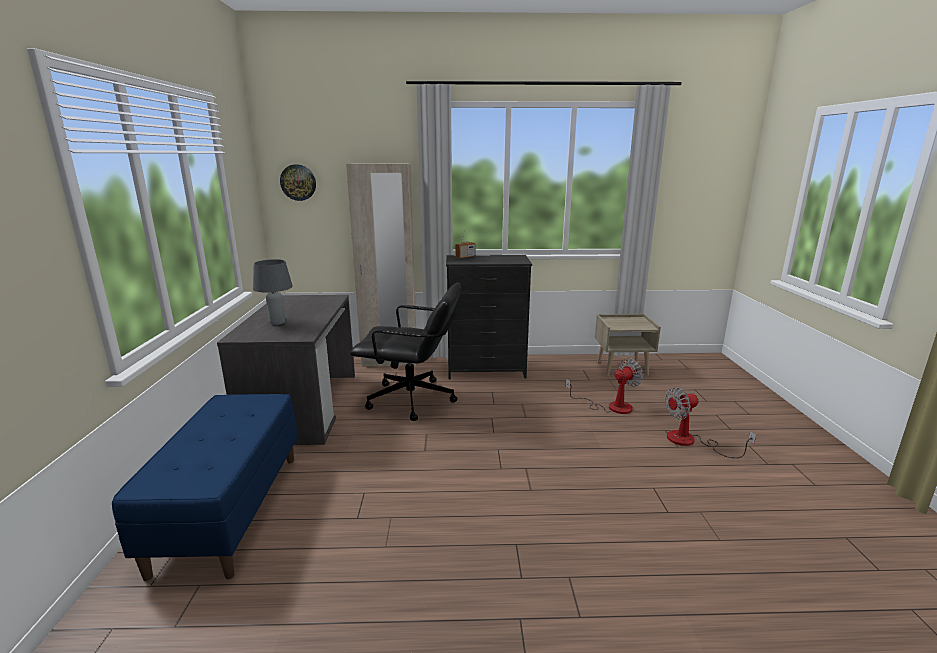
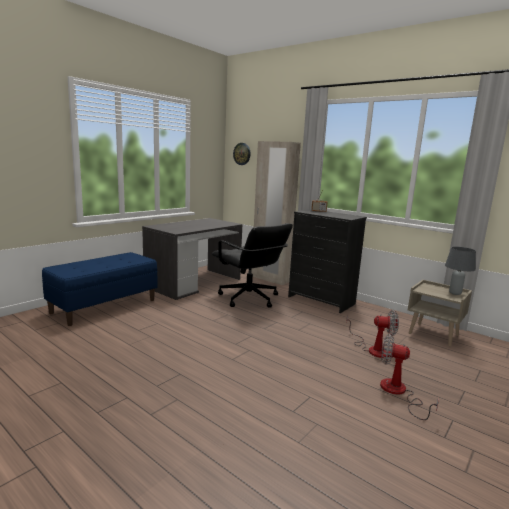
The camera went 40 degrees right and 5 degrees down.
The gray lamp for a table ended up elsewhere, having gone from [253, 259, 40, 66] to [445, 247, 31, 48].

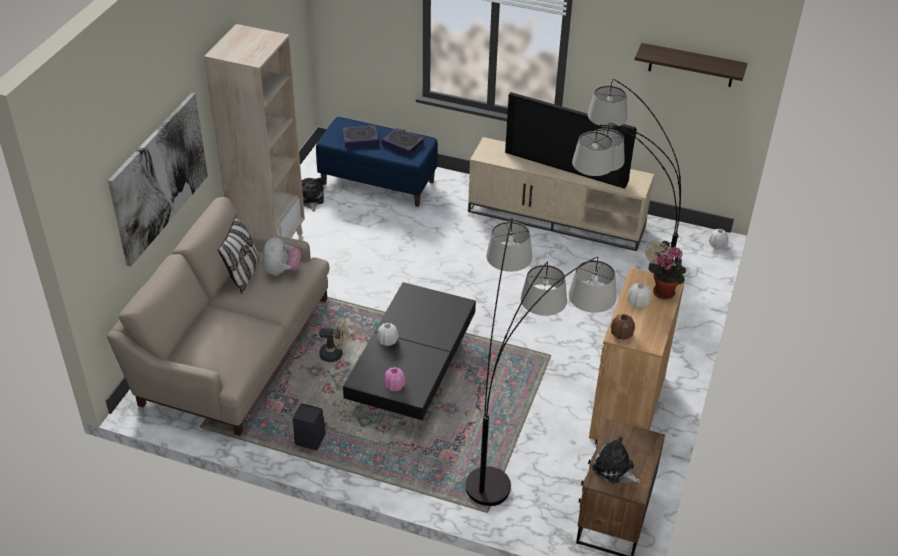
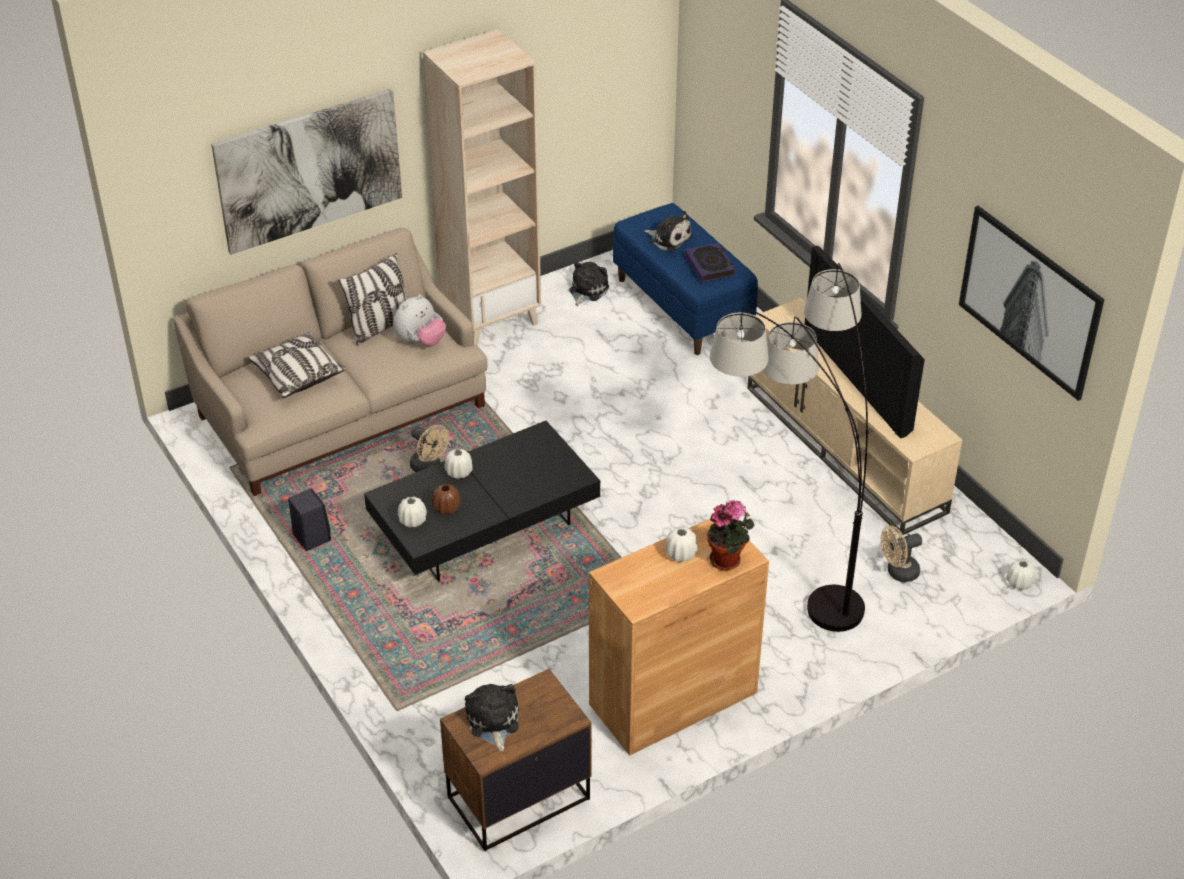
The camera went 40 degrees right and 0 degrees up.
Where the bracket shelf hung at [634, 43, 113, 44], the picture came to hang at [959, 206, 146, 195].
Where the volume stood at [342, 125, 37, 22], the plush toy came to stand at [644, 211, 48, 41].
The second view lost the standing lamp at [466, 218, 150, 288].
The brownish flower vase ended up elsewhere, having gone from [611, 314, 24, 26] to [432, 484, 28, 31].
What was the pinkish flower vase at [383, 367, 22, 24] turned into the whitish flower vase at [398, 497, 29, 31].
The second view gained the pillow at [247, 332, 100, 66].

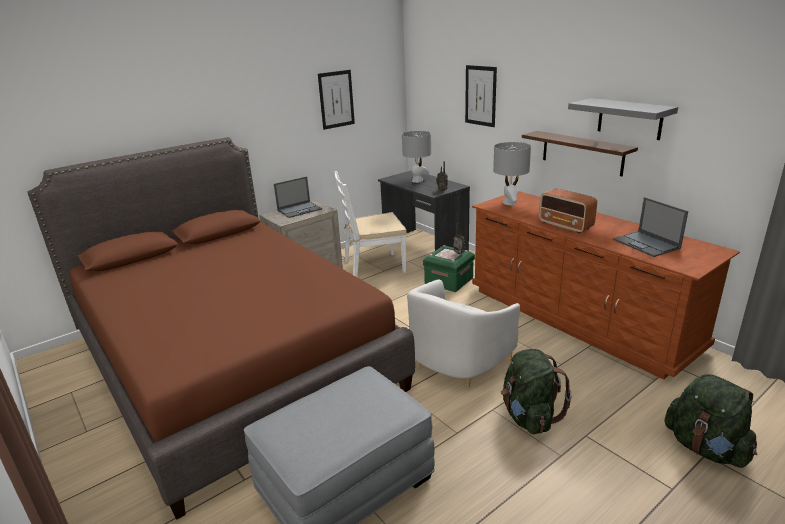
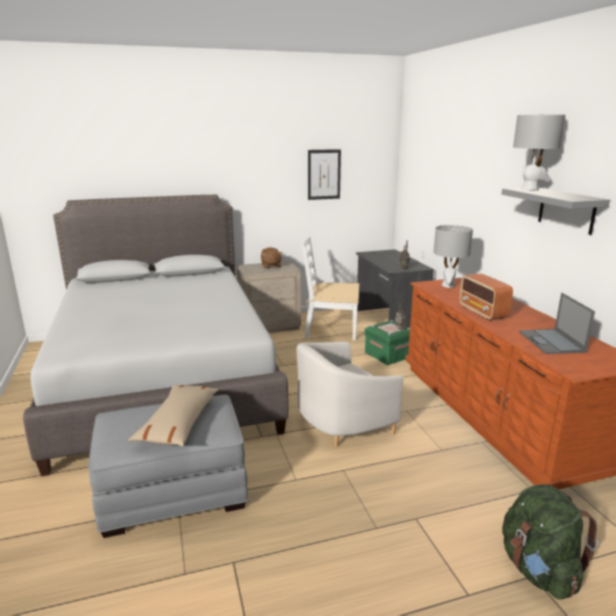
The camera went 20 degrees right and 5 degrees down.
The second view lost the picture at [465, 65, 32, 62].
The gray lamp for a table ended up elsewhere, having gone from [402, 131, 29, 52] to [513, 114, 52, 77].
The second view lost the brownish bracket shelf at [522, 131, 116, 45].
What was the brownish sleeping bed at [27, 137, 388, 383] turned into the gray sleeping bed at [23, 194, 265, 282].
Where the portable computer stood at [274, 177, 48, 41], the brownish plush toy came to stand at [261, 247, 22, 22].
The second view lost the green backpack at [501, 349, 71, 85].
The second view gained the sand-coloured pillow at [128, 384, 91, 62].

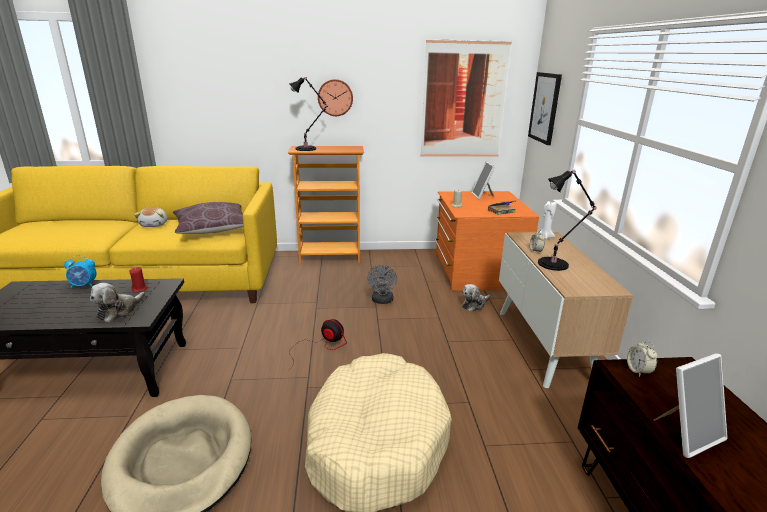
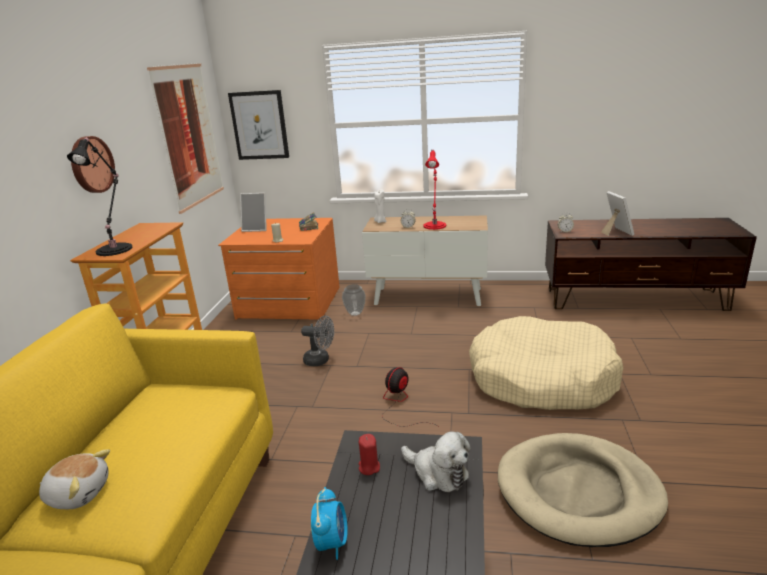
The camera went 75 degrees left and 0 degrees up.
What was the blackish lamp for a table at [538, 170, 59, 101] turned into the reddish lamp for a table at [423, 150, 23, 80].
The second view lost the brownish pillow at [173, 202, 70, 32].
Where the plush toy stood at [462, 284, 28, 28], the flower vase came to stand at [342, 284, 24, 32].

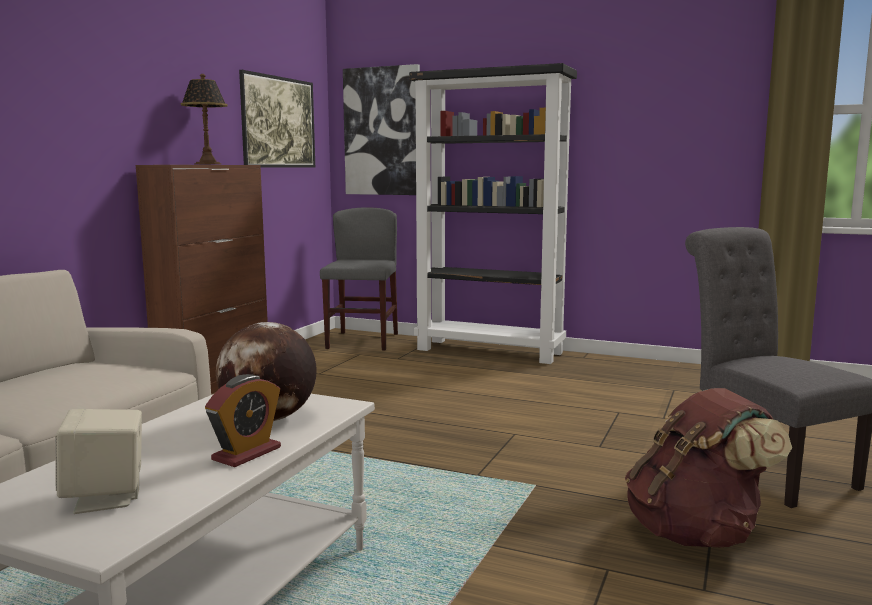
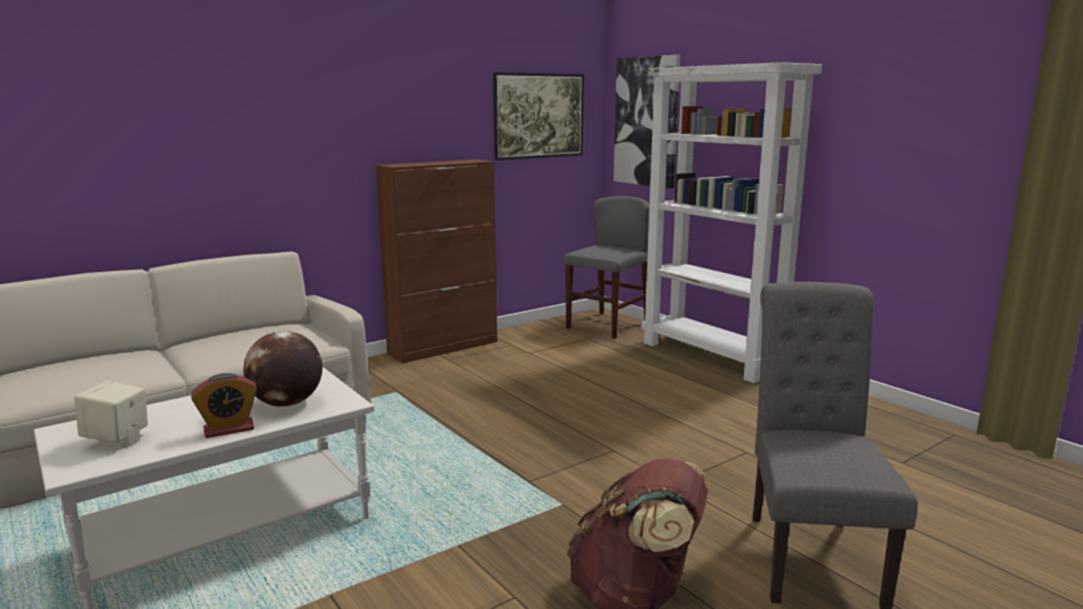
The camera went 30 degrees right and 5 degrees up.
What was the blackish bookcase at [409, 63, 168, 301] turned into the whitish bookcase at [641, 62, 181, 321].
The second view lost the lamp for a table at [181, 74, 46, 91].

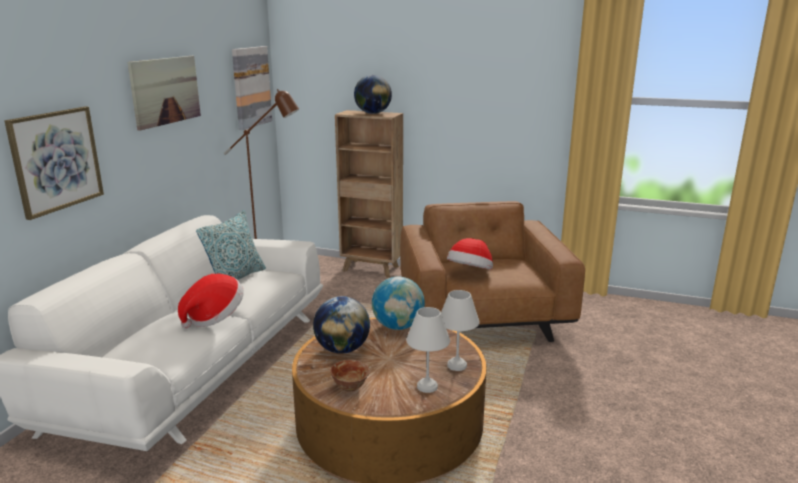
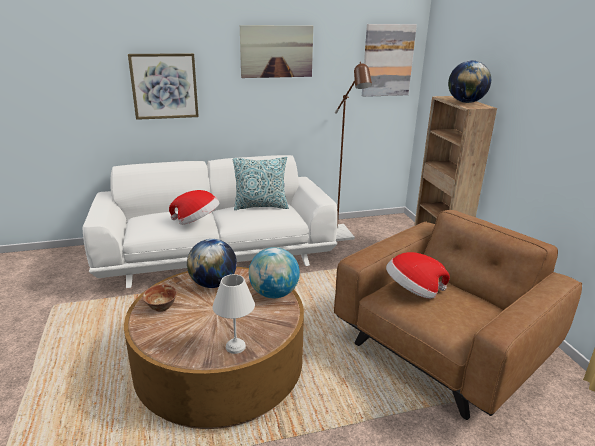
The camera went 55 degrees right and 5 degrees up.
The second view lost the whitish lamp for a table at [406, 307, 44, 86].

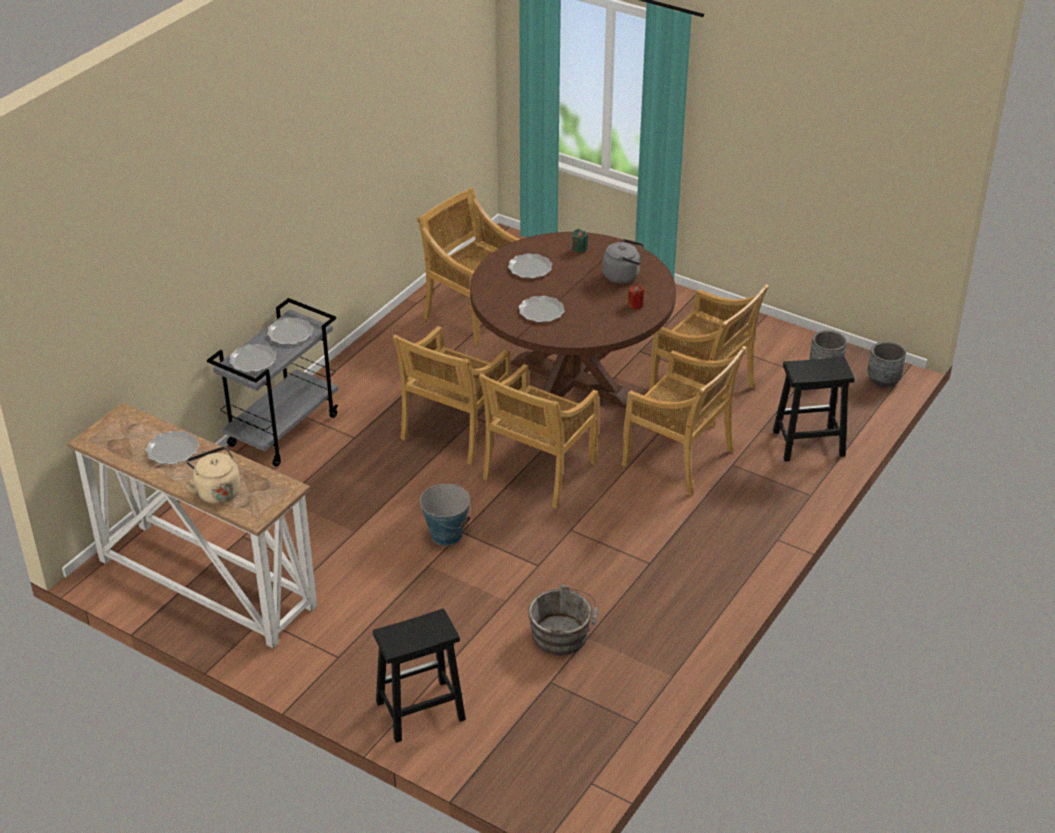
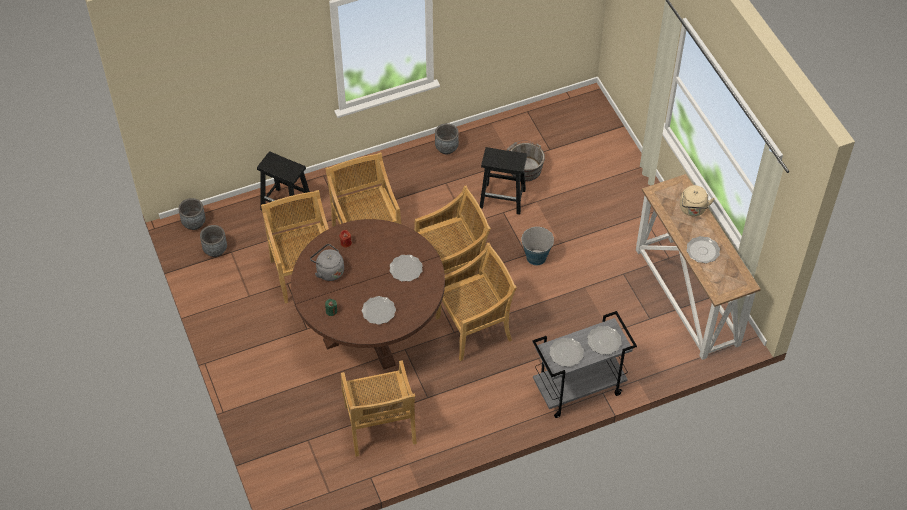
The camera went 145 degrees left and 15 degrees up.
The blackish stool seat ended up elsewhere, having gone from [373, 609, 93, 134] to [480, 147, 47, 68].
The second view gained the gray plant pot at [435, 123, 24, 31].

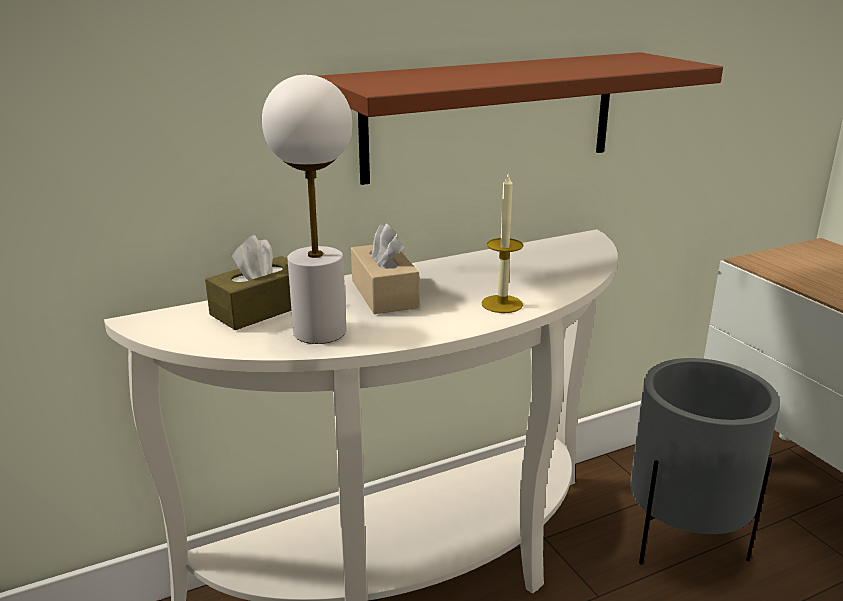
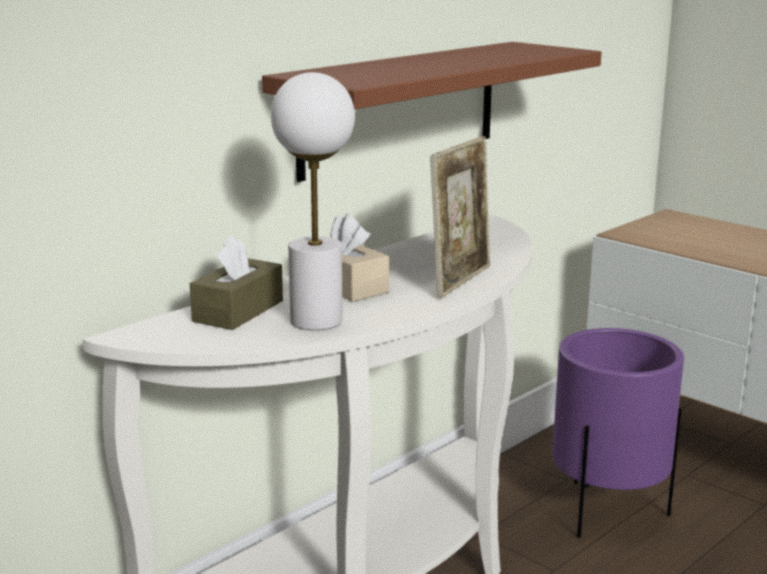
The camera went 20 degrees left and 5 degrees down.
Where the candle stood at [481, 172, 42, 141], the standing frame came to stand at [430, 136, 61, 162].
What was the gray plant pot at [630, 358, 150, 207] turned into the purplish plant pot at [552, 328, 132, 210].

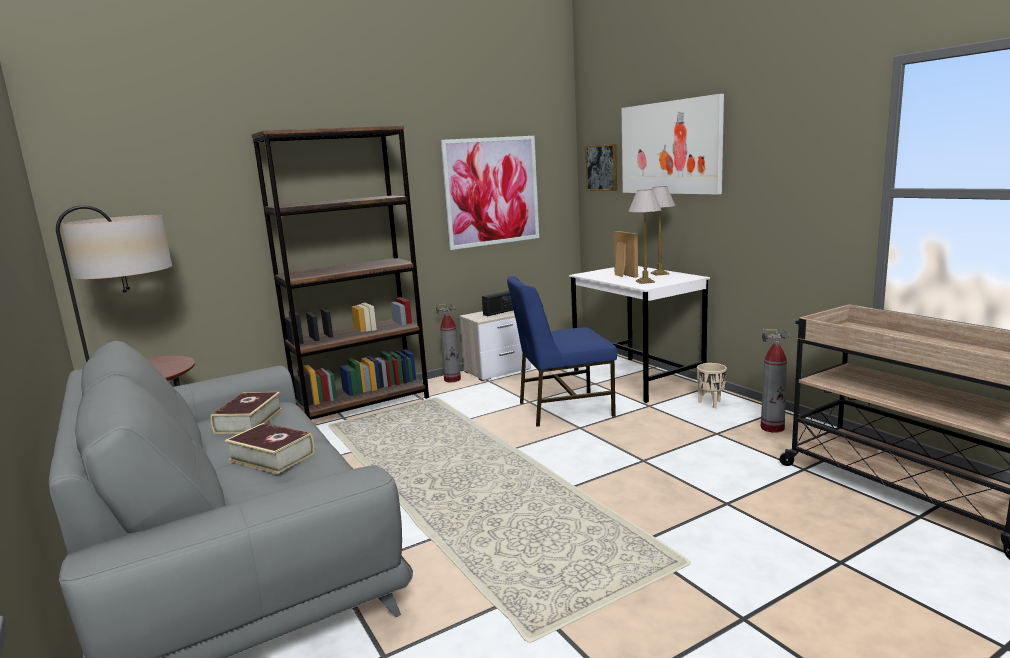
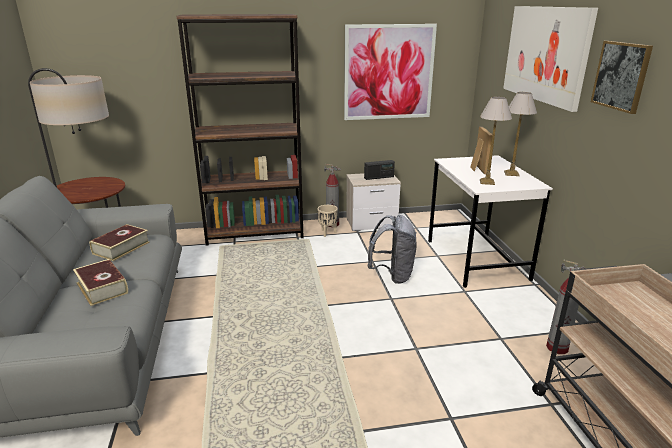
The camera went 20 degrees right and 10 degrees up.
The picture ended up elsewhere, having gone from [585, 144, 32, 47] to [591, 41, 62, 73].
Where the blue-coloured plain chair stood at [507, 276, 110, 151], the gray backpack came to stand at [367, 215, 50, 69].
The sand-coloured plant pot ended up elsewhere, having gone from [697, 363, 30, 45] to [318, 205, 20, 32].

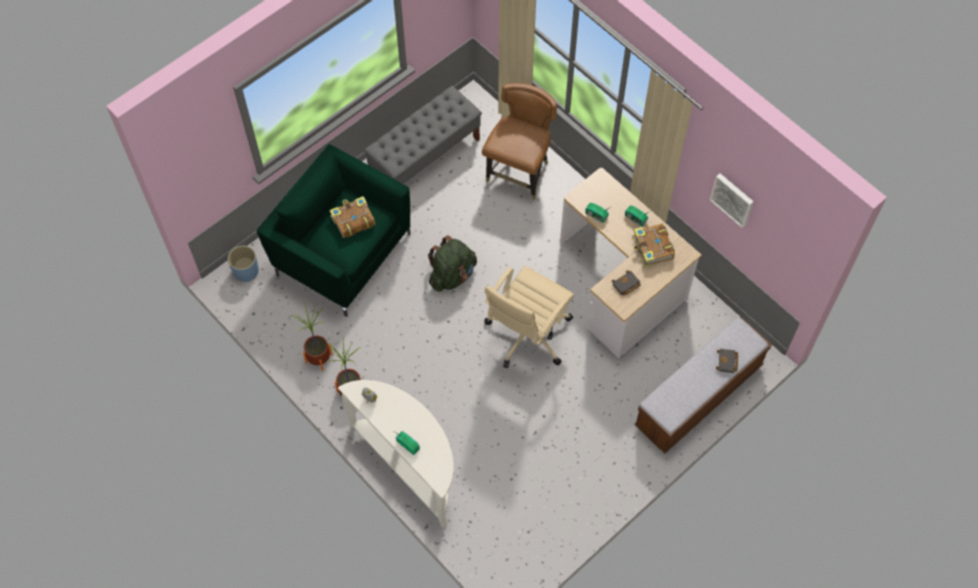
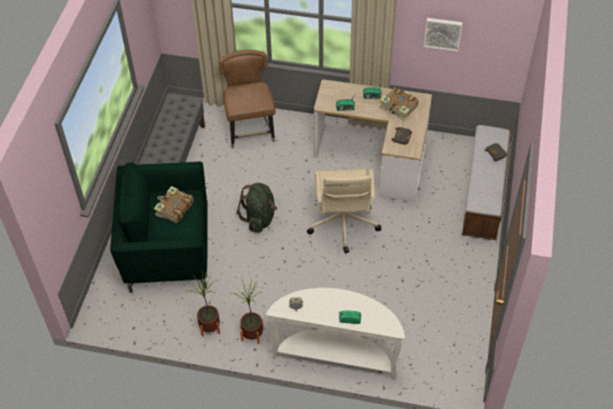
The camera went 35 degrees left and 10 degrees down.
The second view lost the blue-coloured plant pot at [228, 246, 31, 36].

